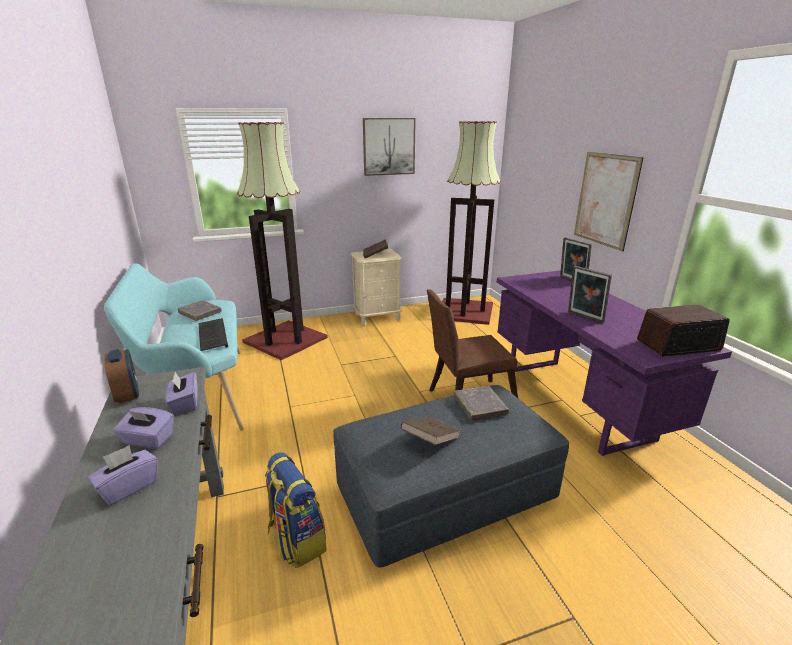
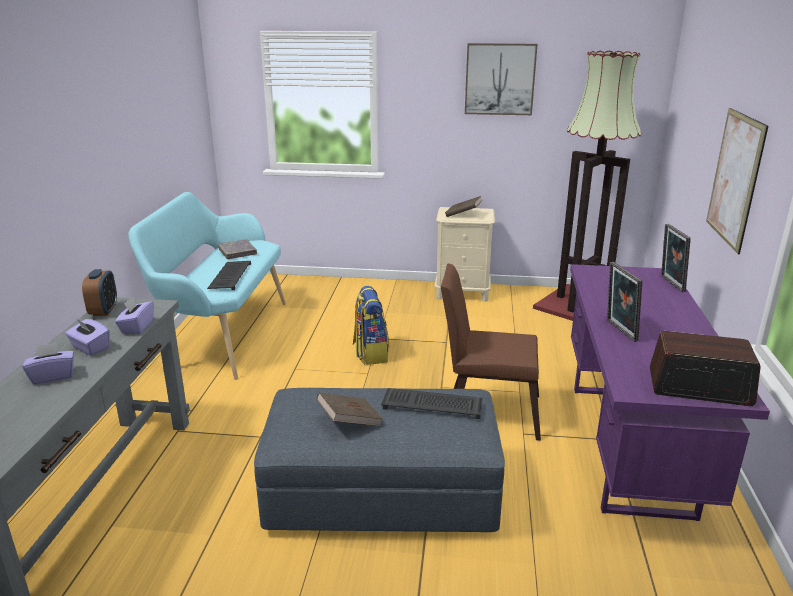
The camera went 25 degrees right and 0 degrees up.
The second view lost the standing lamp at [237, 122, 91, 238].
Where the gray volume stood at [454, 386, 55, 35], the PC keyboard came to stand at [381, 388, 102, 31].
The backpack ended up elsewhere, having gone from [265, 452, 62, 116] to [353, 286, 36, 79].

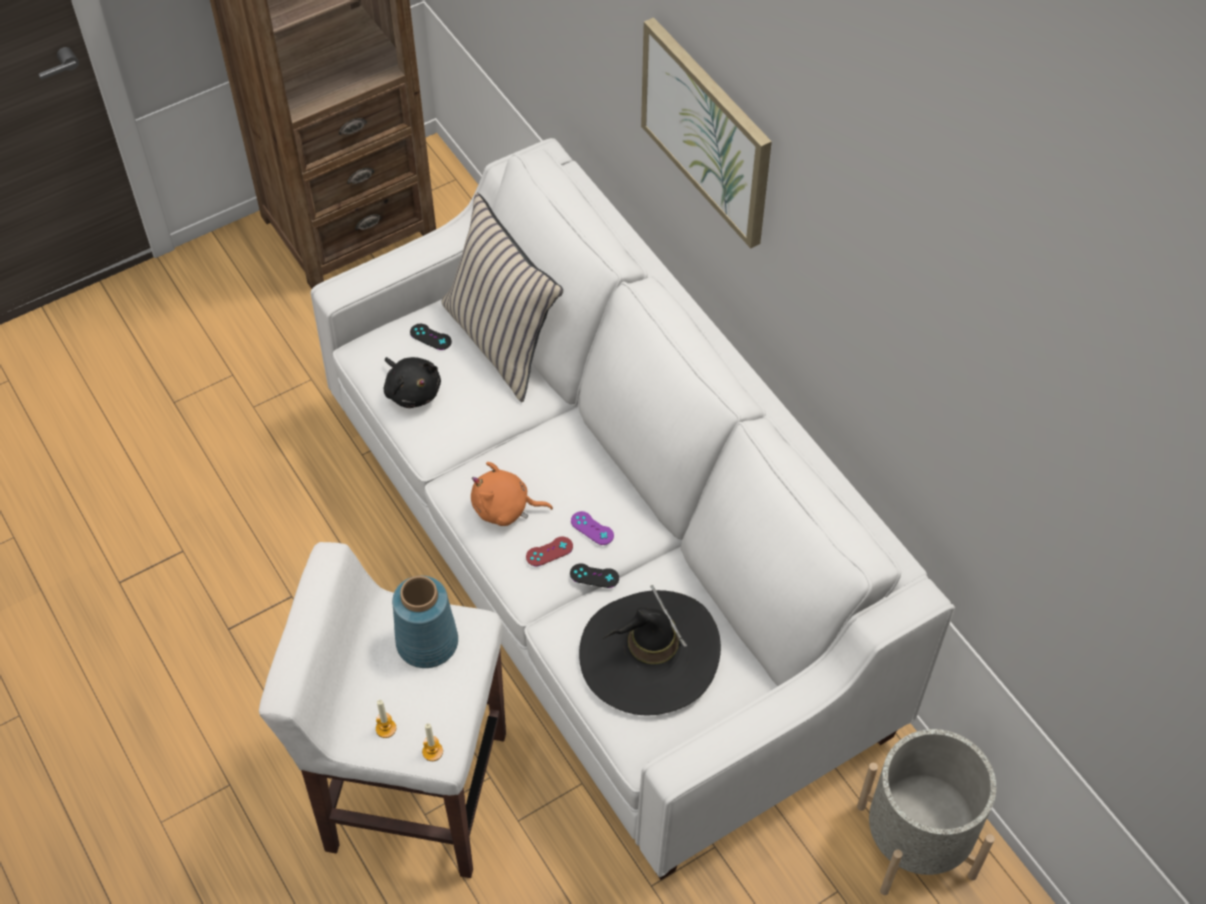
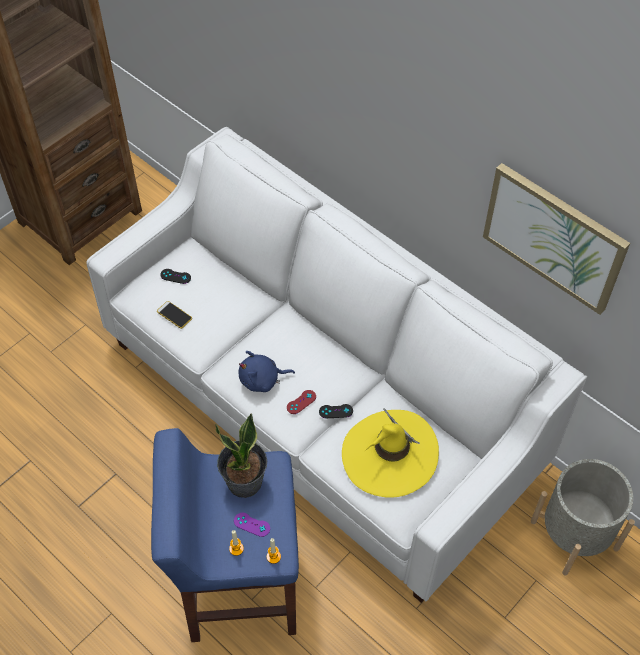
The camera went 15 degrees left and 0 degrees up.
The picture ended up elsewhere, having gone from [641, 17, 131, 232] to [483, 163, 147, 152].
The second view lost the sand-coloured pillow at [441, 193, 122, 209].
Where the blackish plush toy stood at [384, 357, 57, 51], the telephone came to stand at [157, 301, 35, 28].
What was the orange-coloured plush toy at [471, 462, 82, 64] turned into the blue-coloured plush toy at [239, 351, 56, 41].
The purplish gamepad ended up elsewhere, having gone from [571, 511, 43, 34] to [234, 513, 36, 24].
What was the whitish stool seat at [259, 542, 247, 336] turned into the blue-coloured stool seat at [151, 428, 148, 214].
Where the blue-coloured flower vase stood at [392, 576, 66, 92], the plant in a pot came to stand at [215, 413, 52, 85].
What was the blackish clothing hat at [579, 585, 142, 131] turned into the yellow-coloured clothing hat at [342, 408, 97, 90].

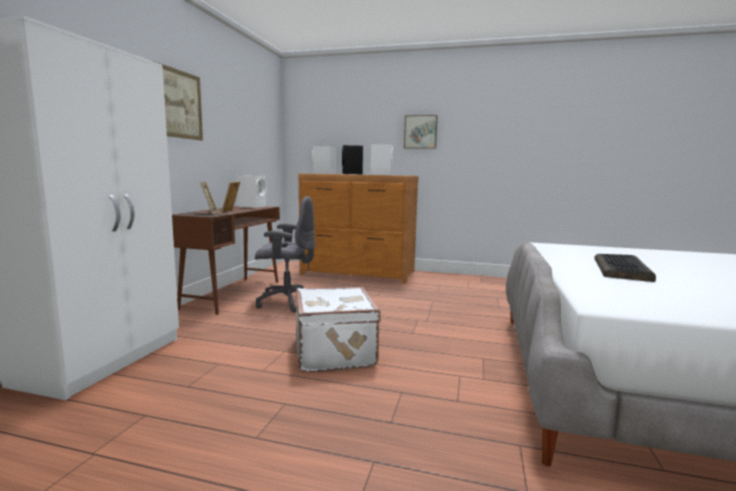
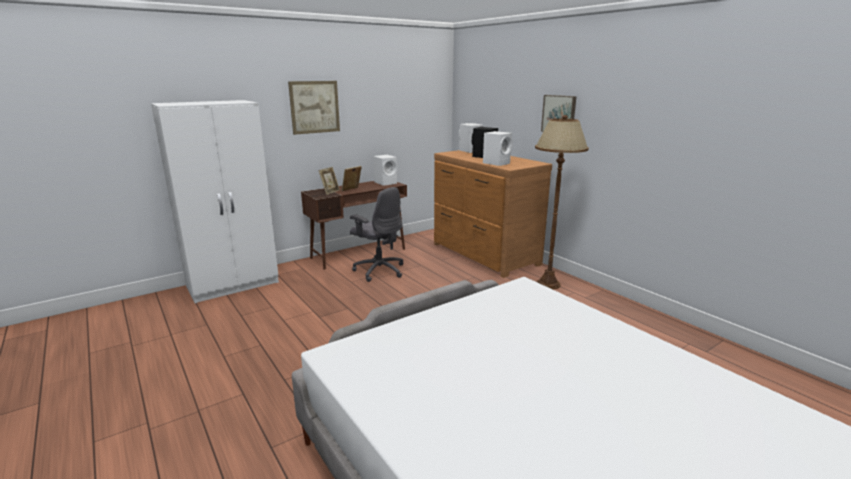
The camera went 40 degrees right and 10 degrees up.
The second view lost the PC keyboard at [594, 254, 62, 28].
The second view lost the whitish piece of luggage at [296, 287, 85, 85].
The second view gained the brownish standing lamp at [535, 115, 54, 174].

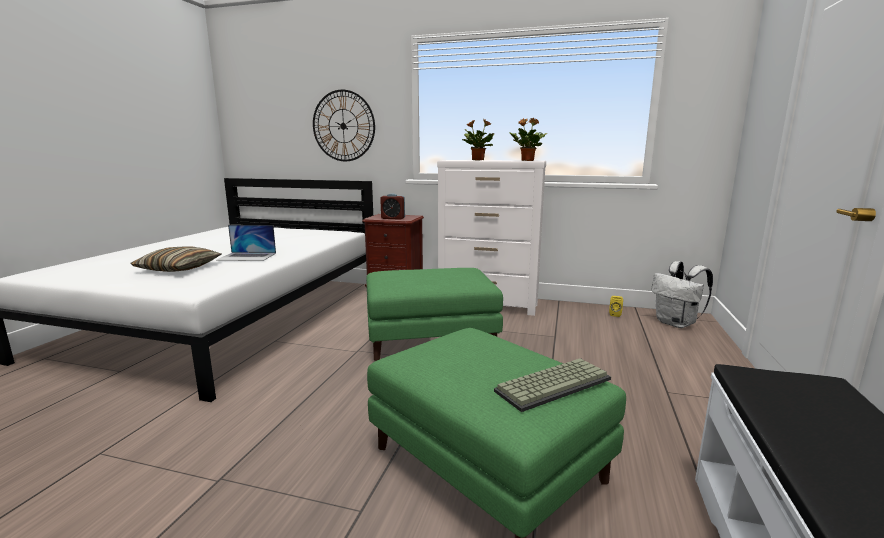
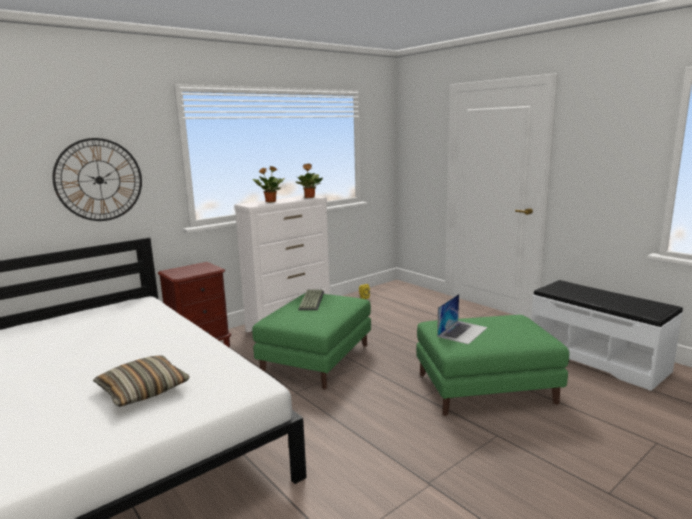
The camera went 55 degrees left and 0 degrees up.
The second view lost the table clock at [380, 193, 25, 27].
The portable computer ended up elsewhere, having gone from [217, 225, 59, 36] to [437, 294, 51, 51].
The second view lost the whitish backpack at [651, 261, 62, 67].
The PC keyboard ended up elsewhere, having gone from [494, 358, 117, 54] to [298, 290, 26, 20].

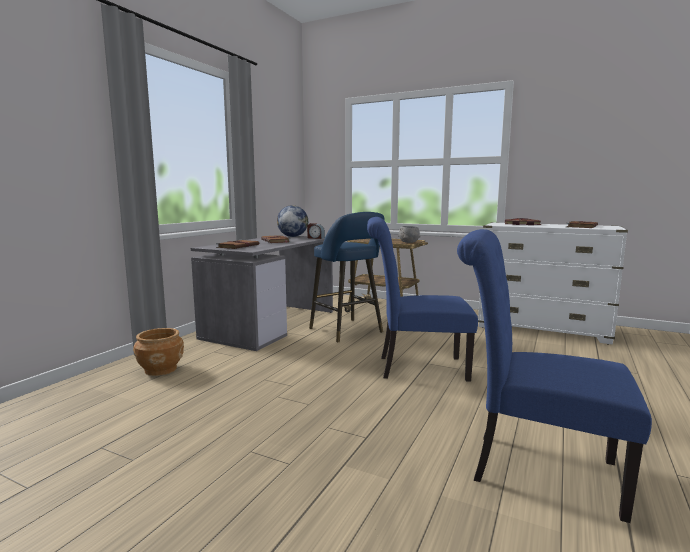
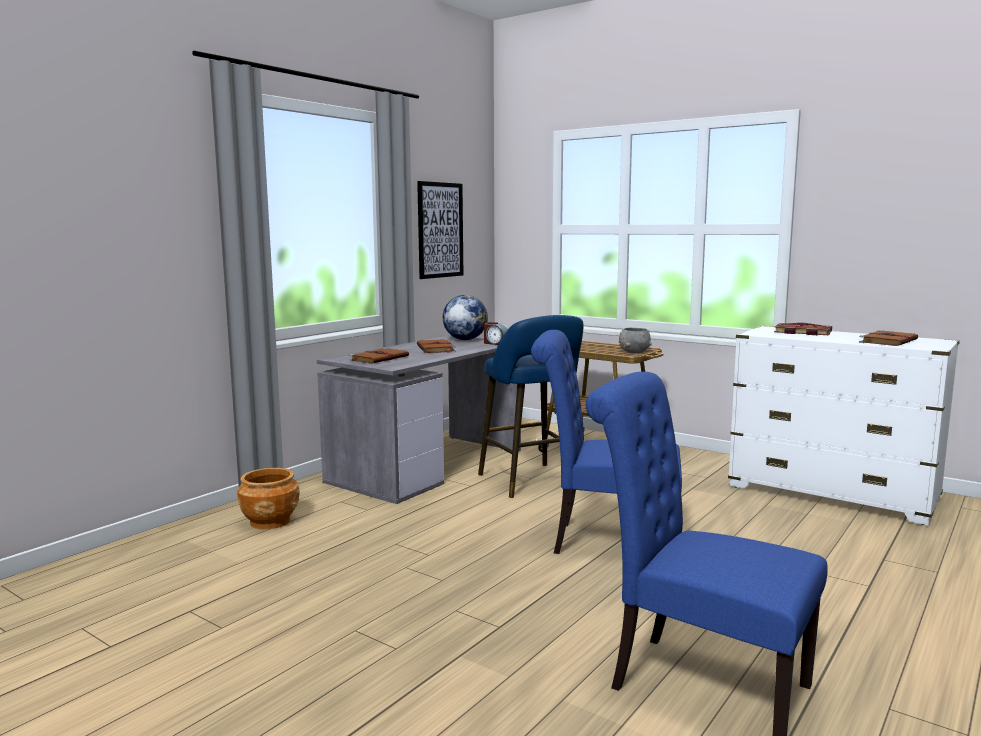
The camera went 10 degrees right and 0 degrees up.
The second view gained the picture at [417, 181, 46, 98].

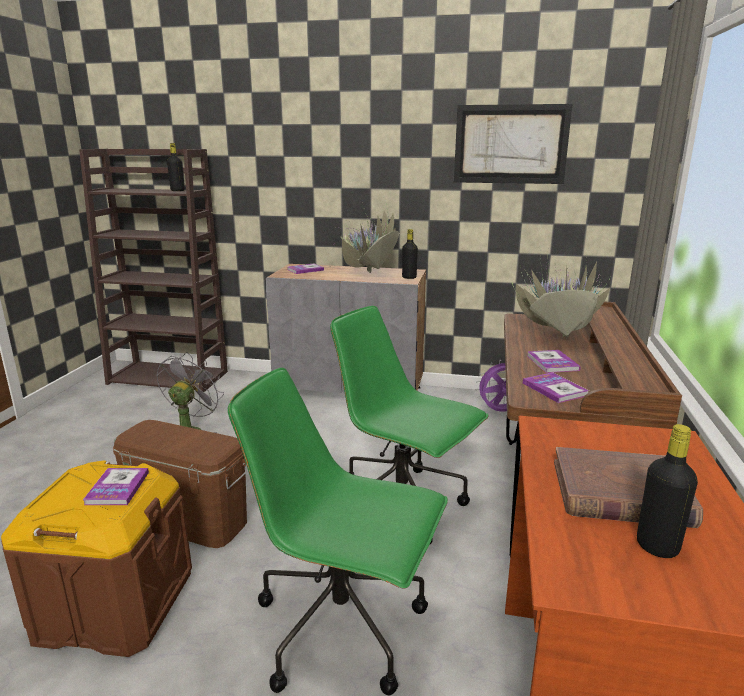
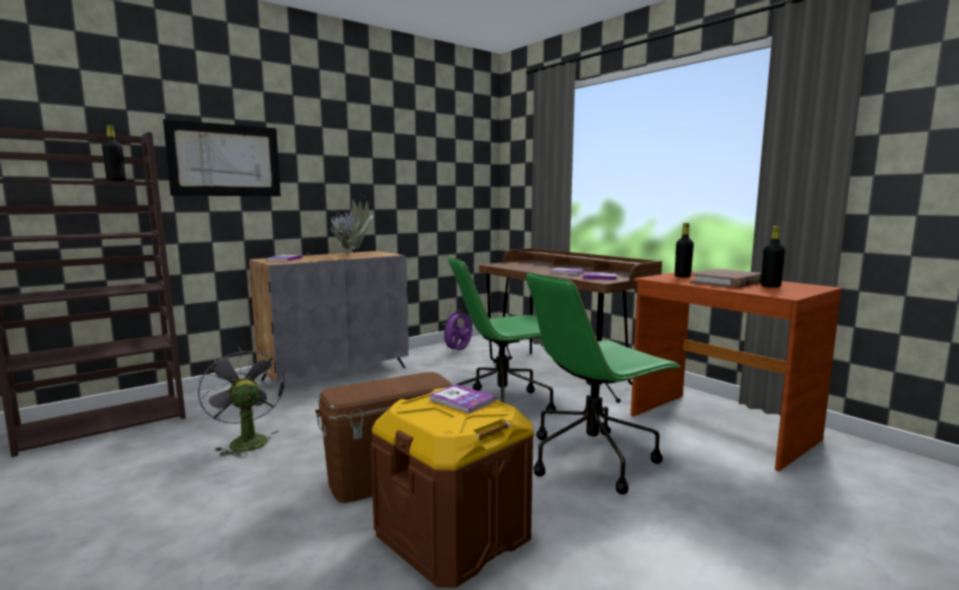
The camera went 50 degrees left and 10 degrees down.
The picture ended up elsewhere, having gone from [454, 104, 119, 80] to [163, 119, 118, 77].
The blackish beverage bottle ended up elsewhere, having gone from [402, 229, 16, 50] to [675, 223, 19, 55].
The second view lost the plant in a pot at [512, 257, 101, 82].

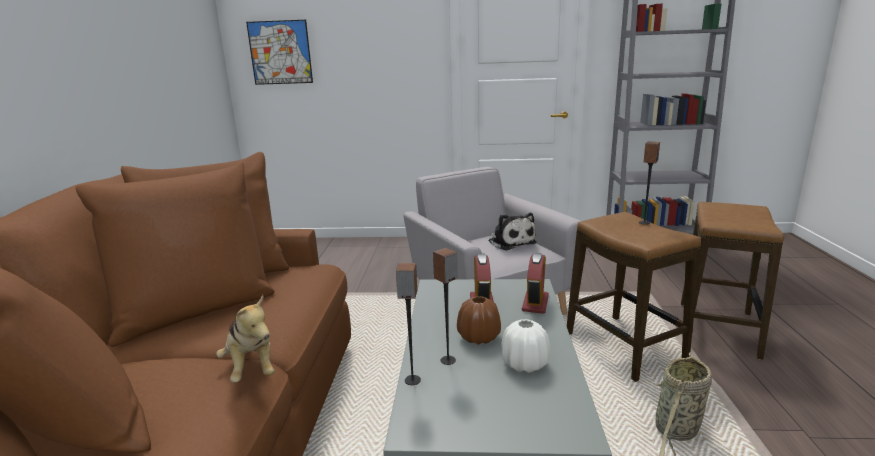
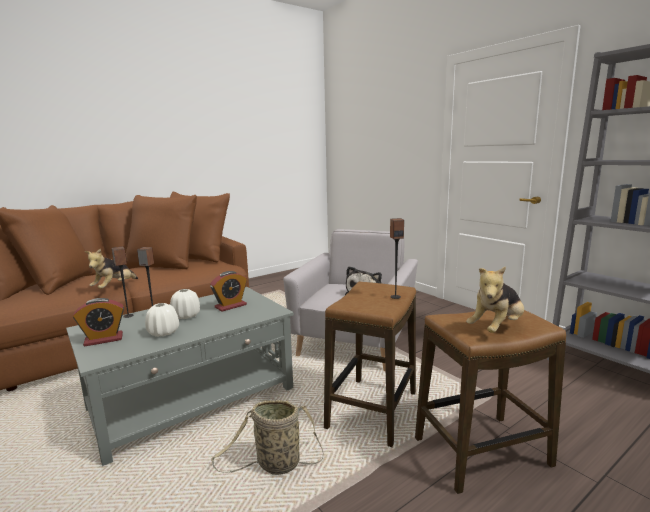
The camera went 50 degrees right and 5 degrees down.
The second view lost the picture at [246, 20, 67, 65].
The table clock ended up elsewhere, having gone from [522, 253, 27, 61] to [73, 298, 51, 48].
What was the brownish flower vase at [457, 296, 44, 49] turned into the whitish flower vase at [170, 289, 30, 30].
The second view gained the plush toy at [466, 266, 58, 67].

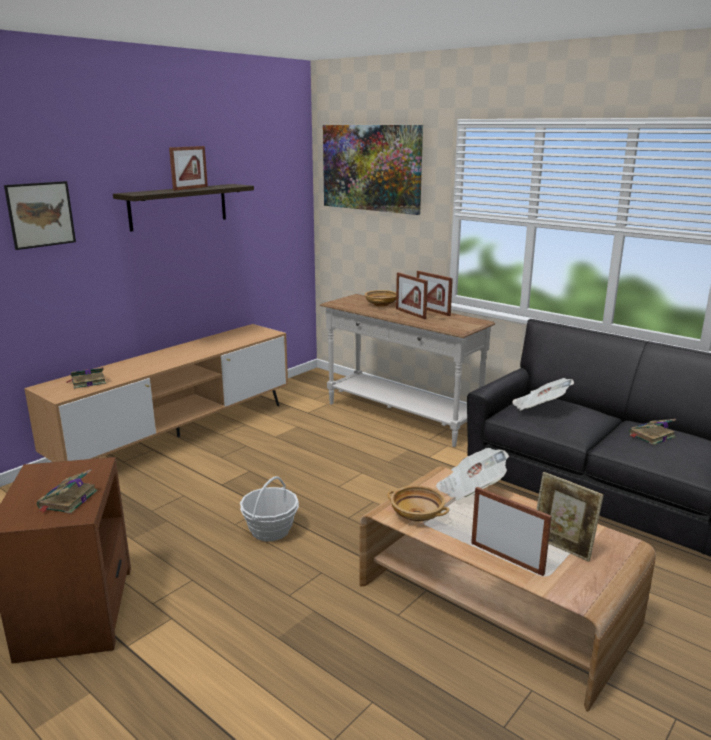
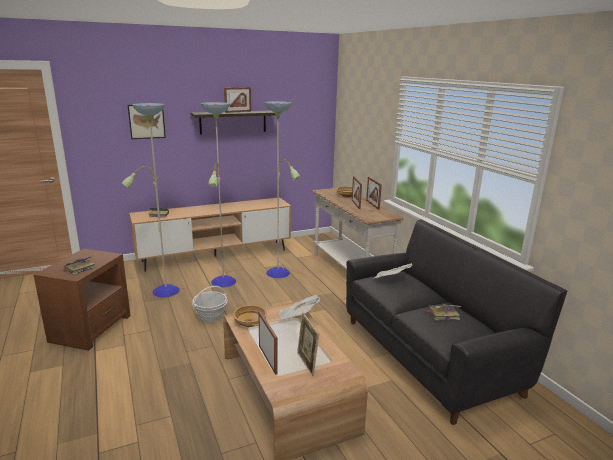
The camera went 25 degrees right and 0 degrees up.
The second view lost the picture at [323, 125, 100, 90].
The second view gained the standing lamp at [122, 101, 179, 196].

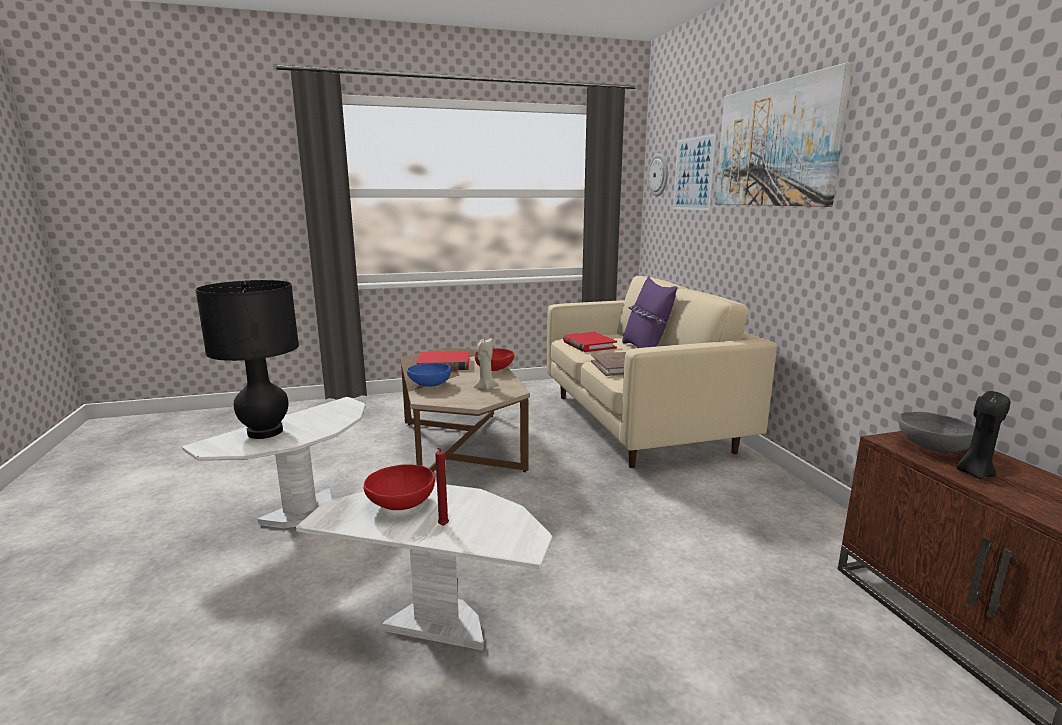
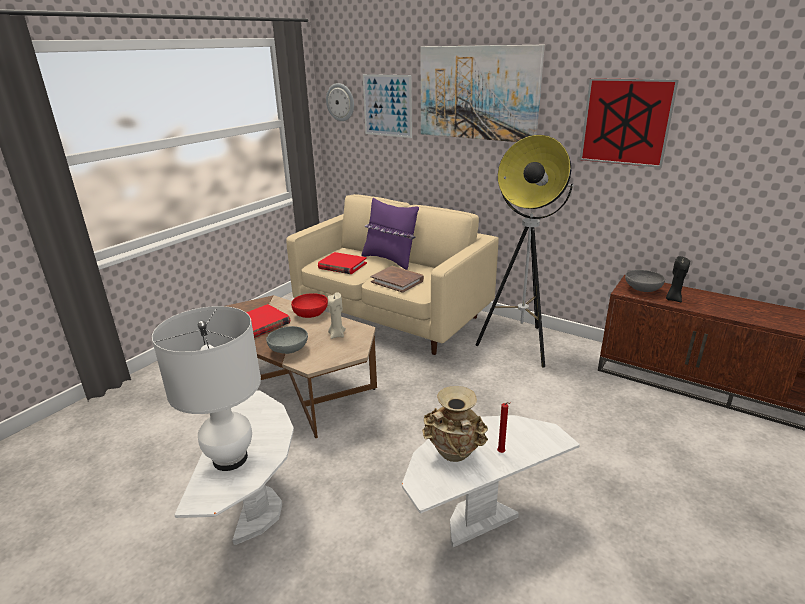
The camera went 40 degrees left and 10 degrees up.
What was the blackish lamp for a table at [195, 280, 104, 159] turned into the whitish lamp for a table at [152, 306, 109, 165].
What was the blue-coloured bowl at [407, 363, 44, 24] turned into the gray bowl at [266, 326, 42, 28].
Where the reddish bowl stood at [364, 464, 71, 46], the sand-coloured flower vase came to stand at [422, 386, 66, 76].
The second view gained the picture at [580, 78, 99, 90].
The second view gained the standing lamp at [476, 135, 98, 233].

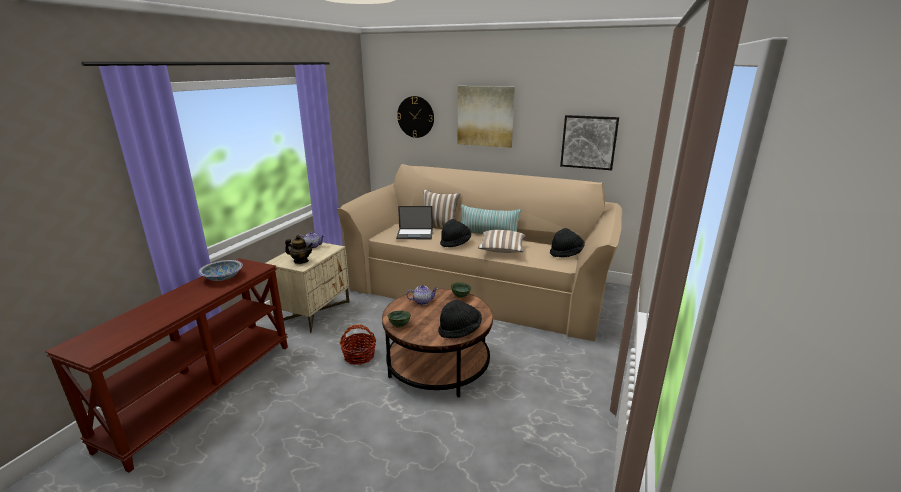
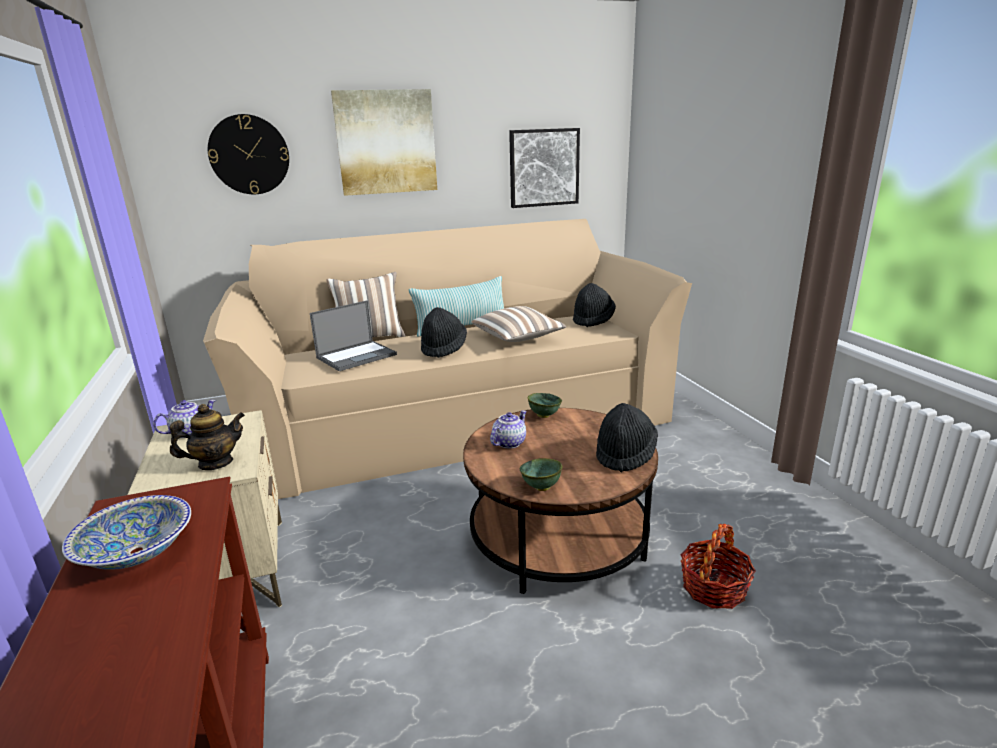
The camera went 40 degrees left and 0 degrees up.
The household basket ended up elsewhere, having gone from [339, 324, 37, 41] to [680, 524, 76, 85].

